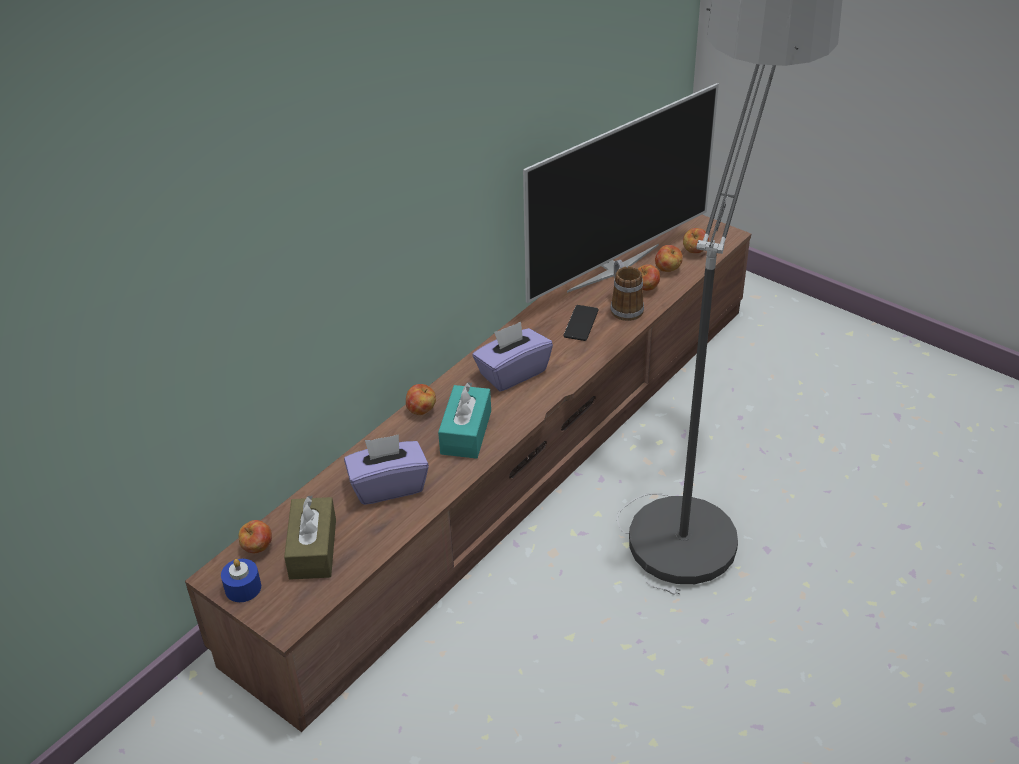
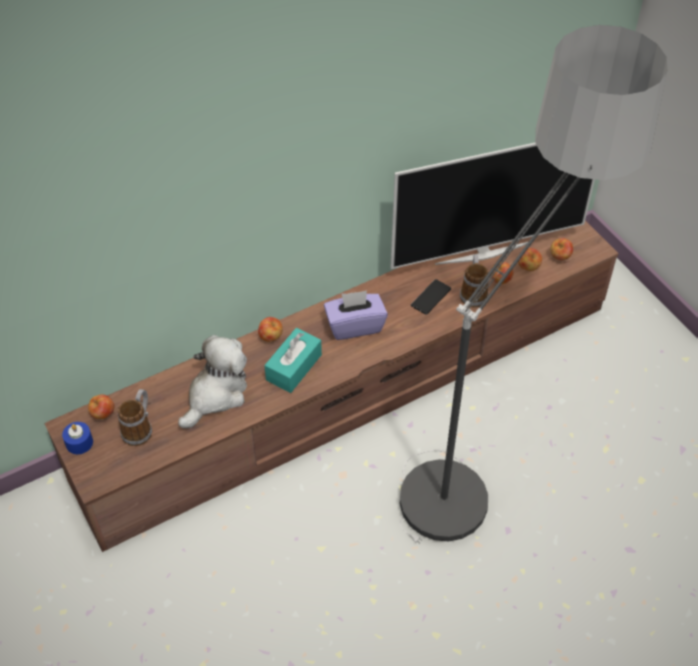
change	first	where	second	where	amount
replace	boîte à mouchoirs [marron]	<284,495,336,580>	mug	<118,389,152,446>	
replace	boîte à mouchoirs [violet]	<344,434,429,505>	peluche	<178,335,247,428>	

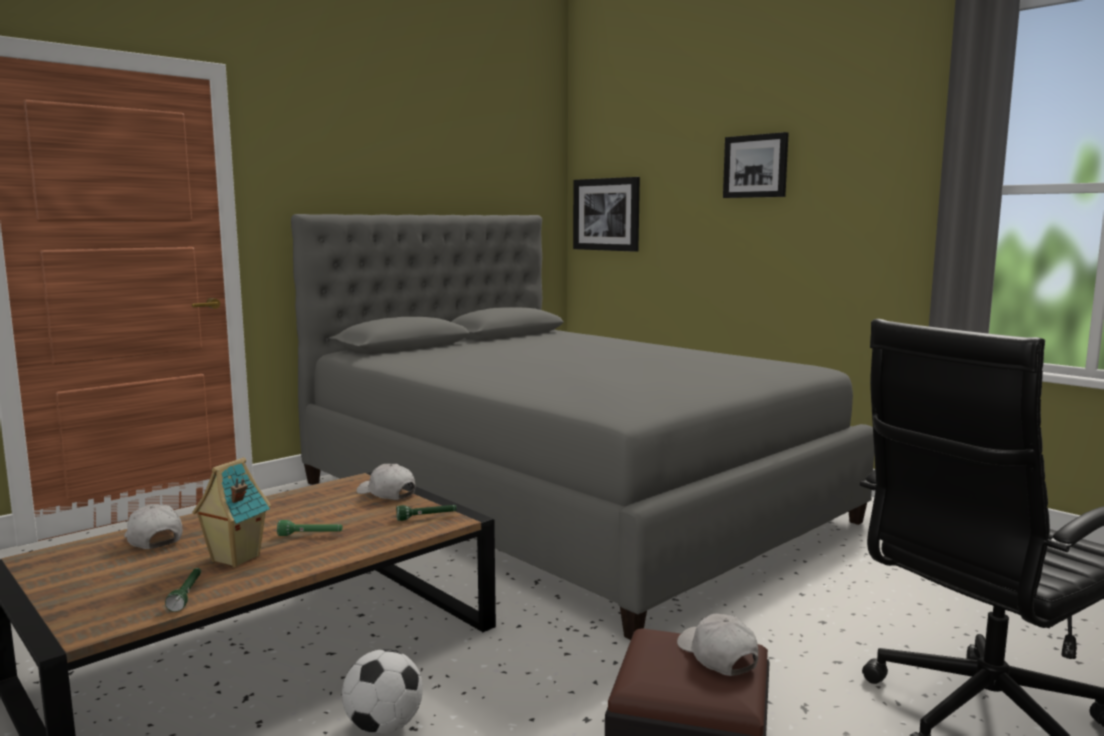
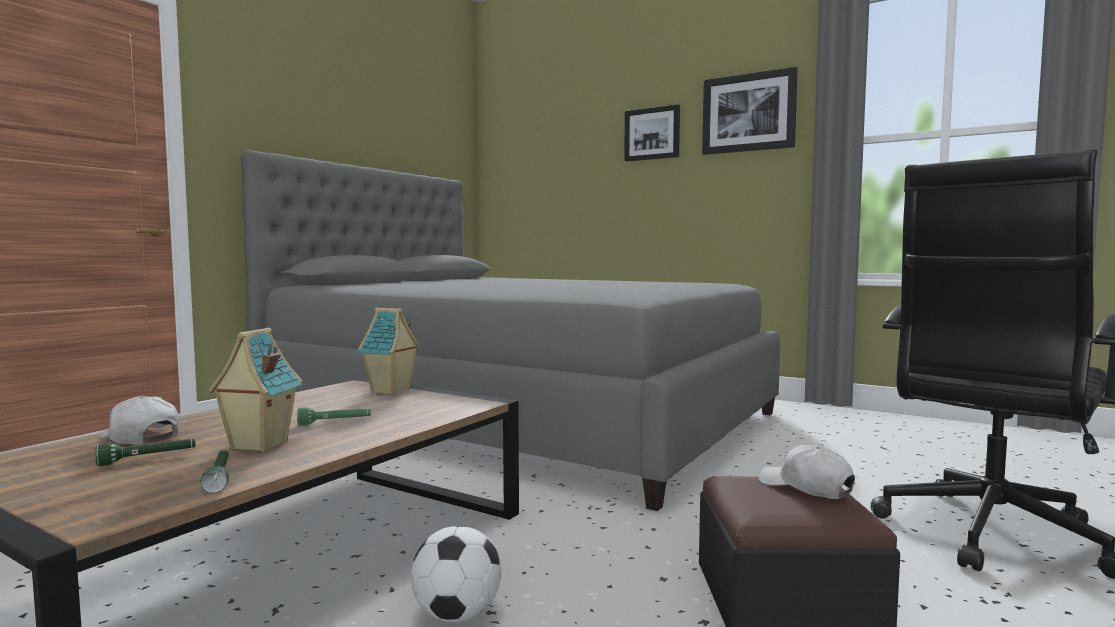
change	first	where	second	where	amount
replace	casquette [blanc]	<356,464,415,500>	maison miniature	<358,308,420,395>	
move	lampe de poche [vert]	<396,505,457,521>		<95,439,196,466>	
move	tableau	<573,177,640,252>		<702,67,798,155>	

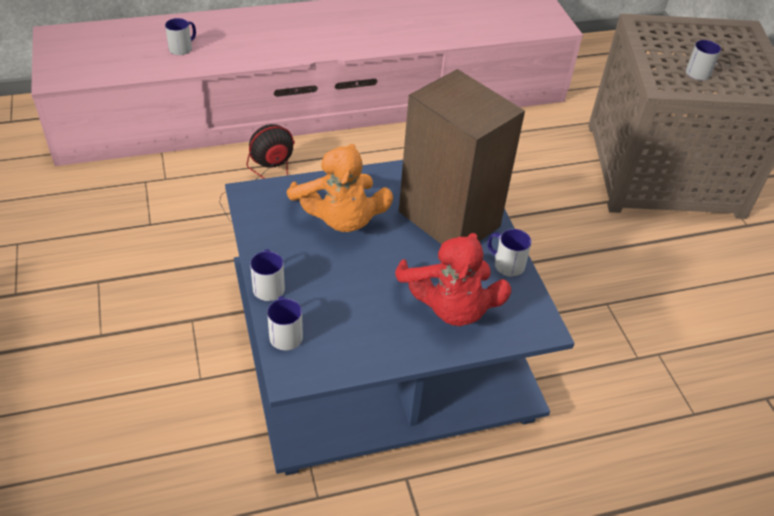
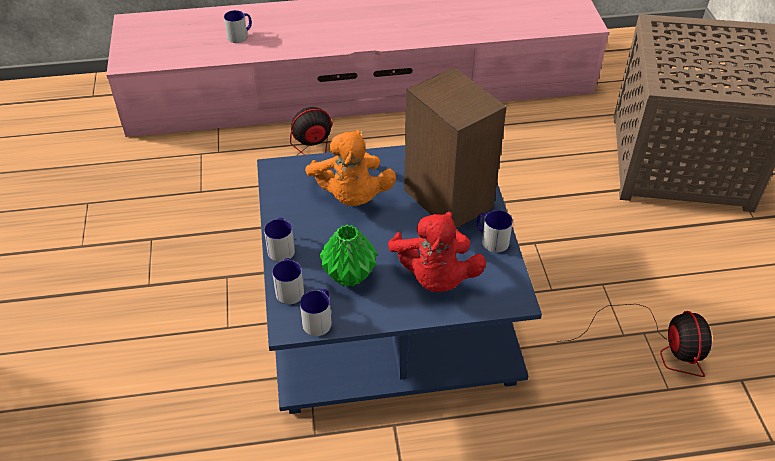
change	first	where	second	where	amount
move	mug	<686,40,721,80>		<300,289,332,336>	
insert			vase [vert]	<320,225,377,287>	
insert			ventilateur	<557,304,712,377>	

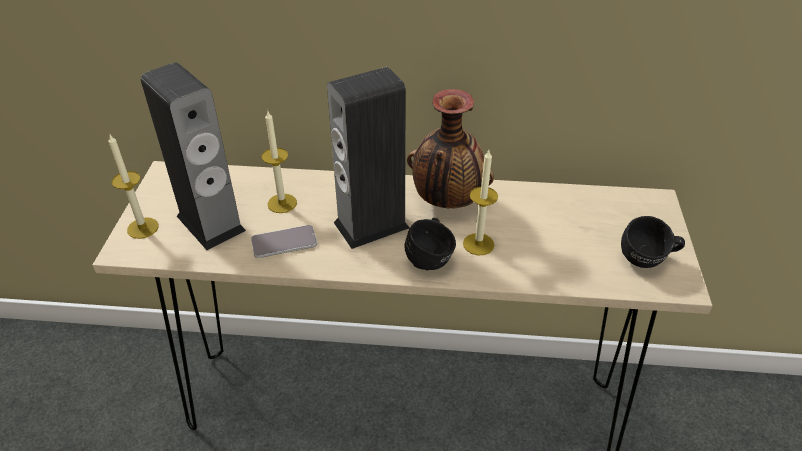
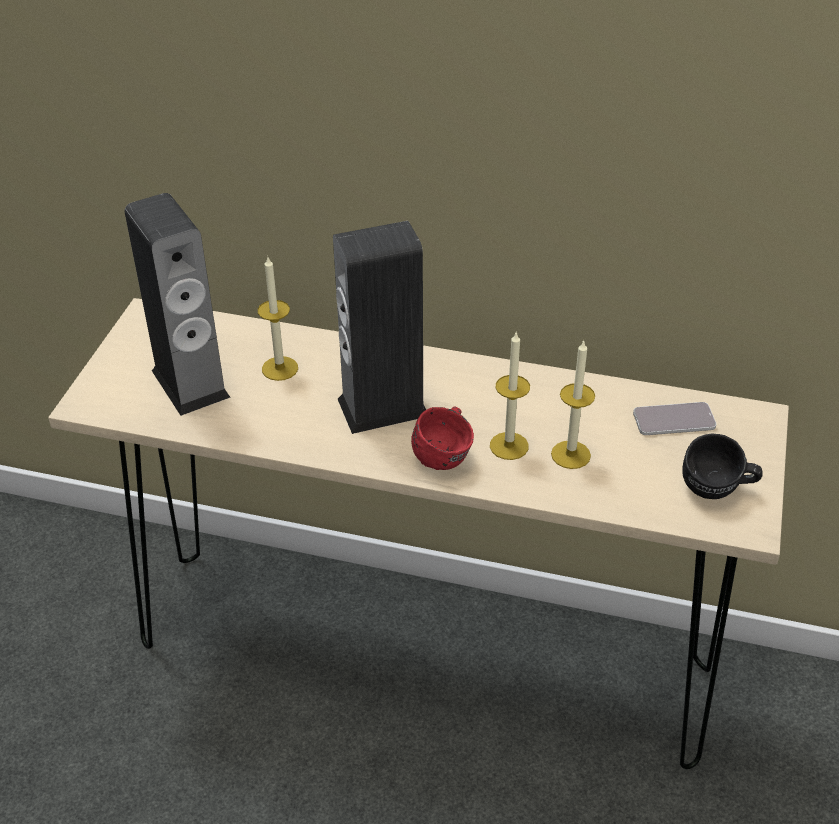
change	first	where	second	where	amount
move	bougie	<108,133,159,239>		<551,340,595,469>	
move	téléphone	<251,225,317,258>		<633,402,716,435>	
recolor	mug [noir]	<404,218,456,270>	mug [rouge]	<411,407,474,470>	
delete	vase	<407,89,494,209>			

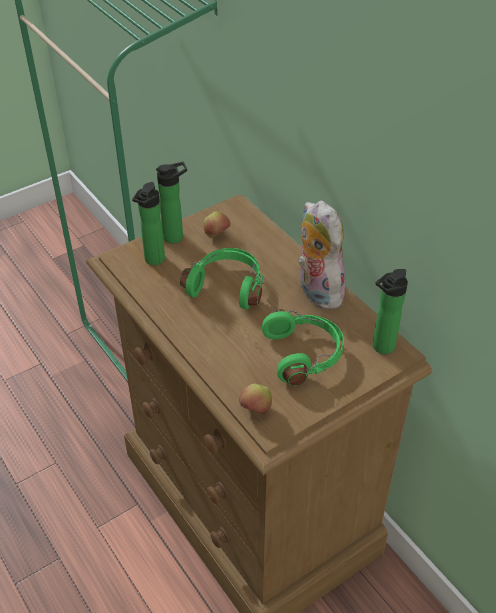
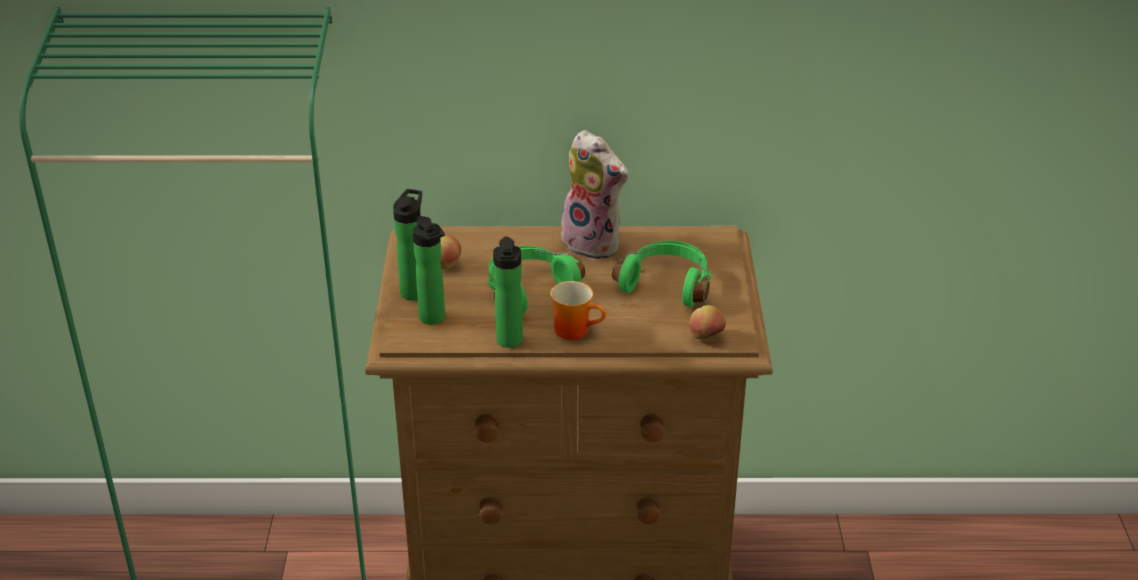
change	first	where	second	where	amount
rotate	peluche	<297,200,347,309>		<561,130,628,260>	150 degrees counterclockwise
move	bouteille	<373,269,408,354>		<493,236,523,348>	
insert			mug	<550,281,606,340>	

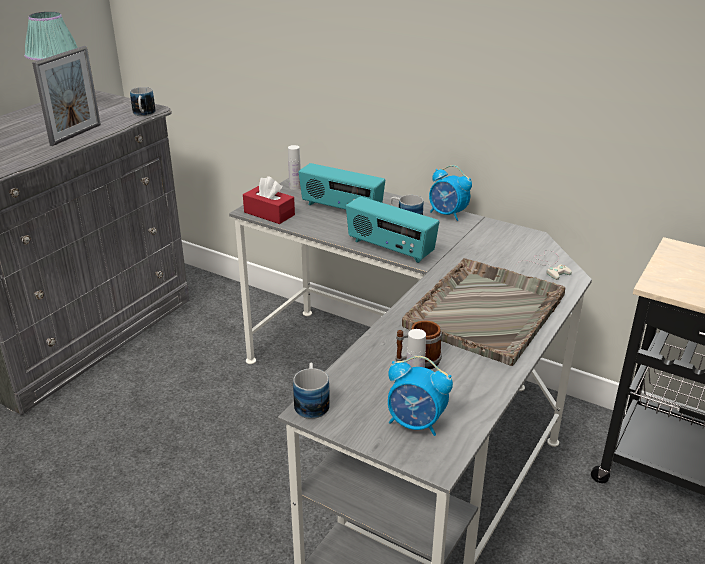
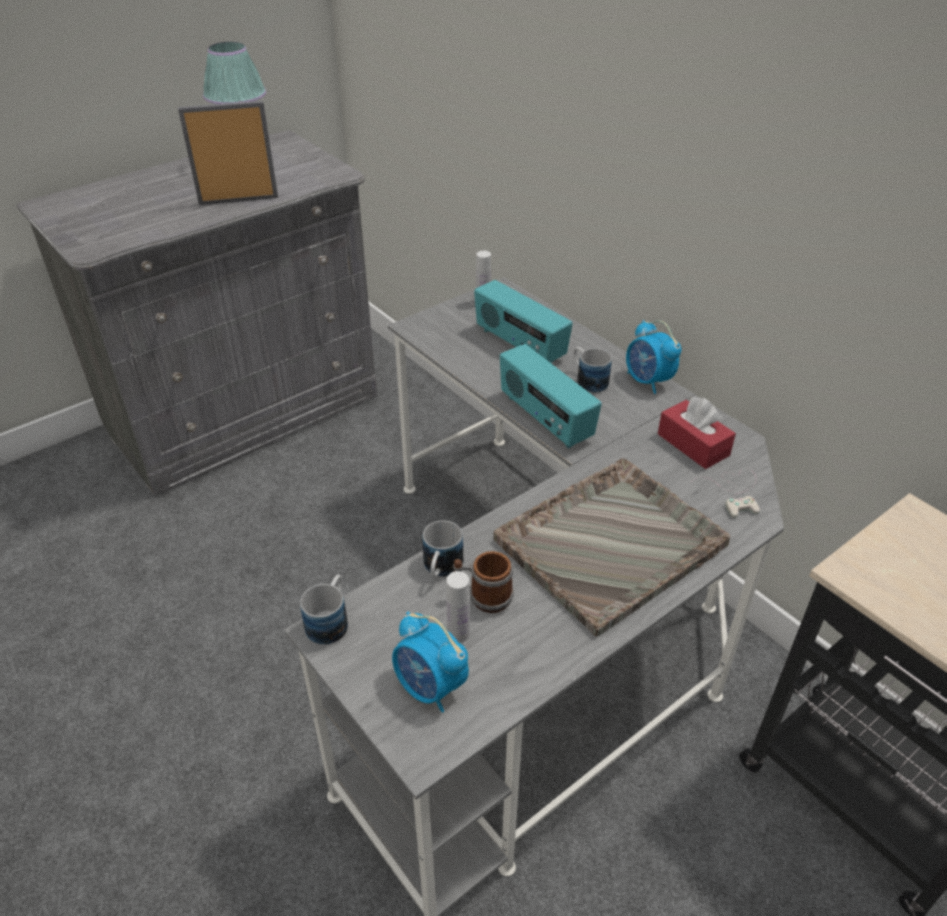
change	first	where	second	where	amount
rotate	cadre photo	<32,46,101,146>		<178,101,278,205>	150 degrees counterclockwise
move	mug	<130,87,156,116>		<423,520,463,578>	
move	boîte à mouchoirs [rouge]	<243,176,295,224>		<658,397,736,469>	

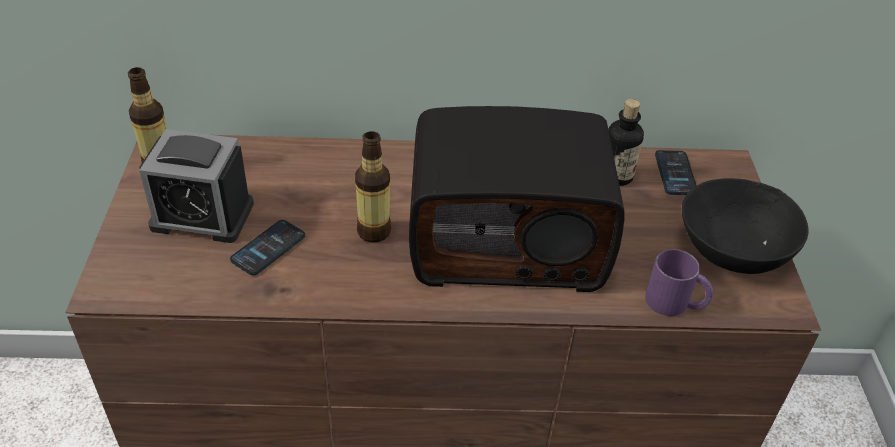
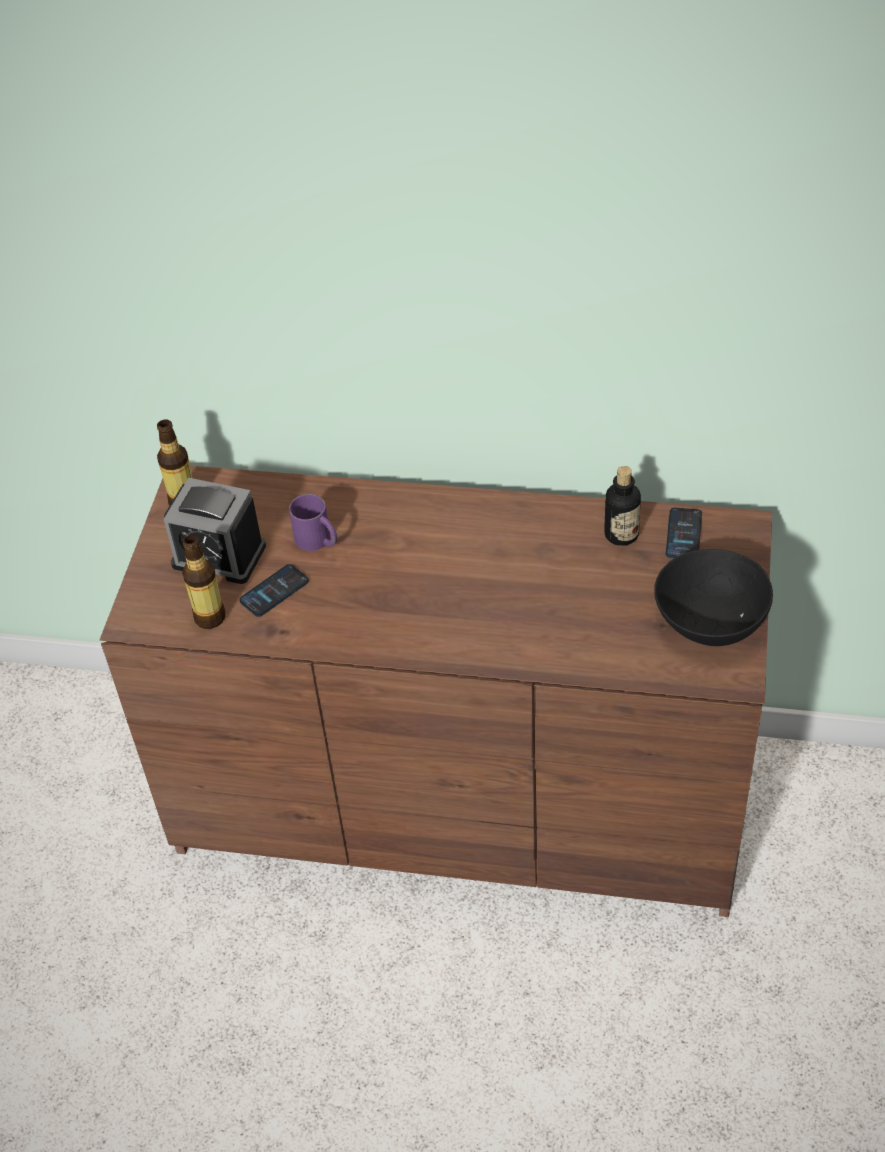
change	first	where	second	where	amount
move	bouteille	<355,131,391,243>		<182,535,225,629>	
delete	radio	<409,106,625,292>			
move	mug [violet]	<645,249,713,316>		<289,494,337,551>	

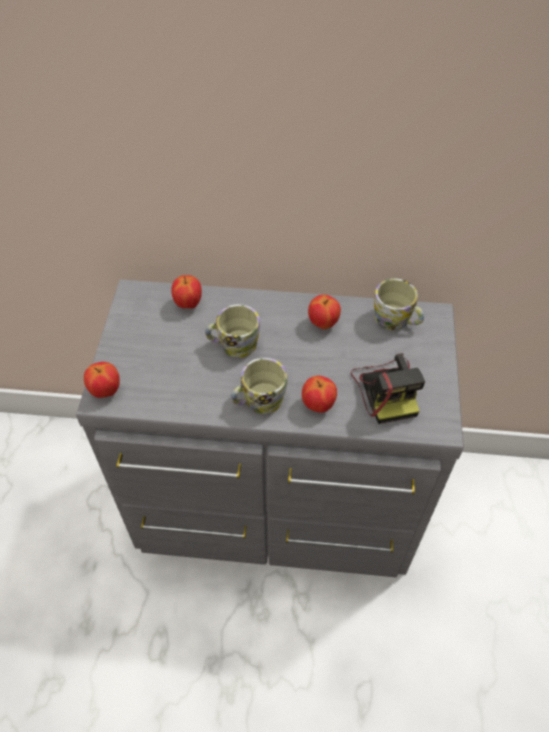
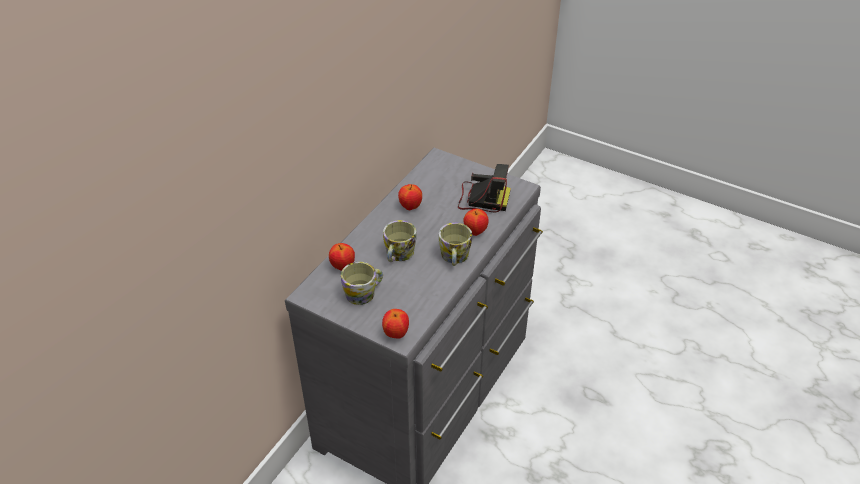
change	first	where	second	where	amount
move	mug	<374,278,424,330>		<341,262,383,305>	

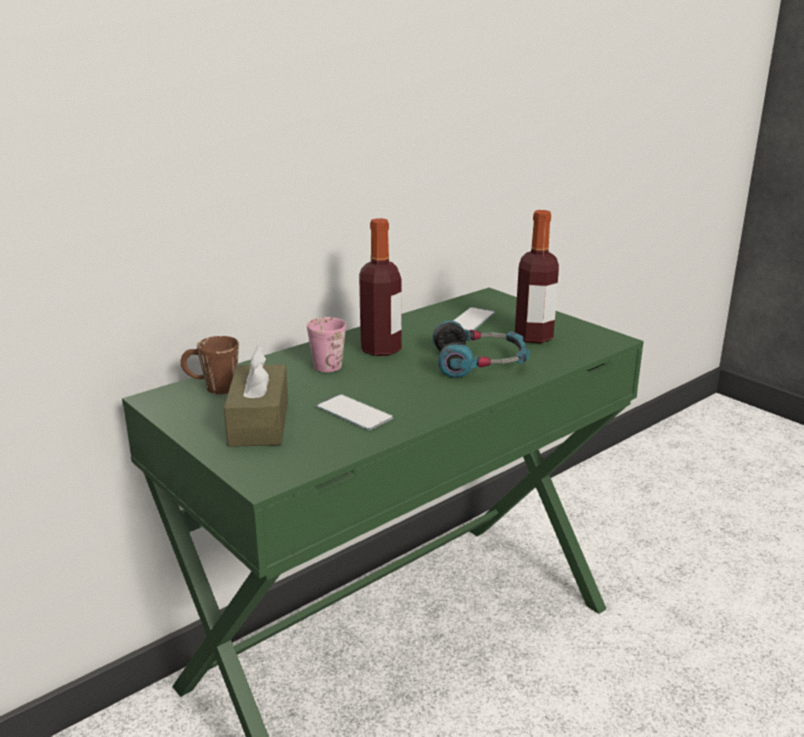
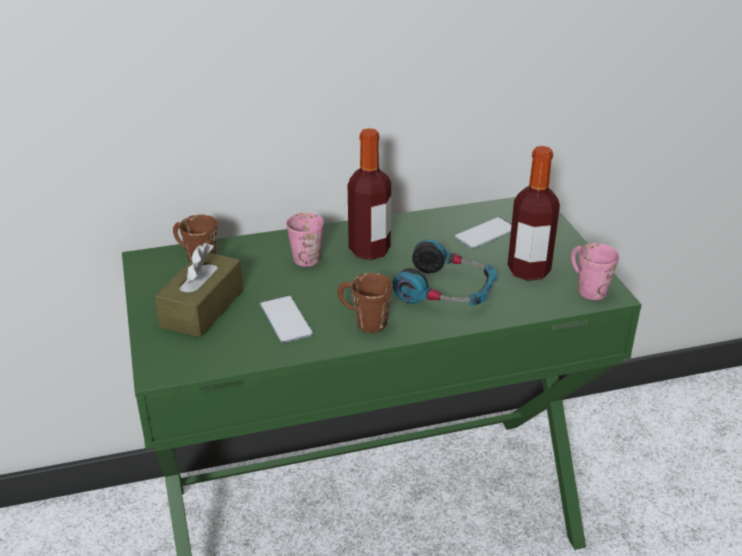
change	first	where	second	where	amount
insert			mug [marron]	<337,273,393,333>	
insert			mug [rose]	<571,243,619,300>	

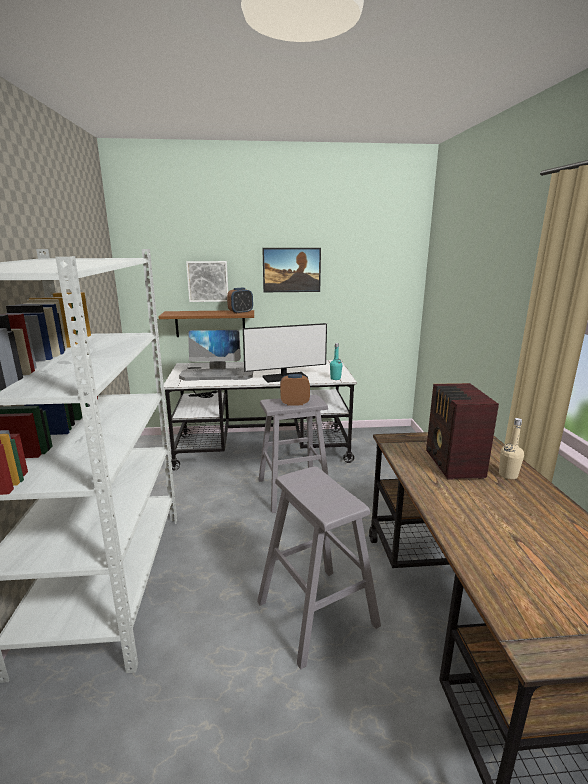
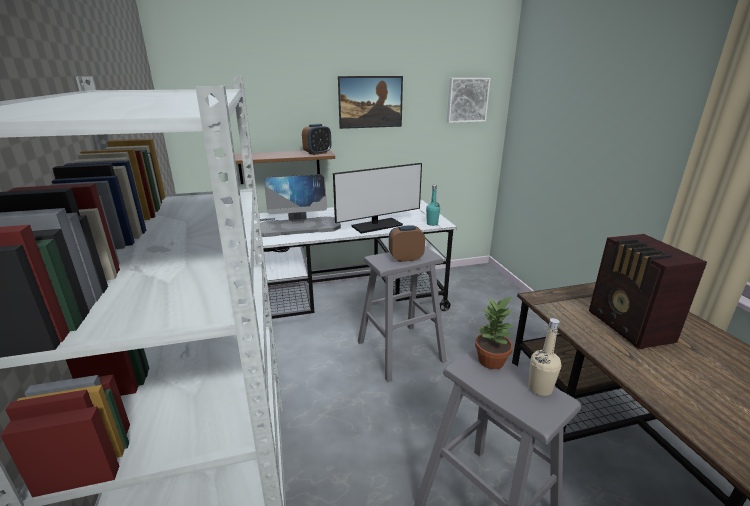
change	first	where	second	where	amount
move	tableau	<186,261,228,302>		<447,78,491,123>	
move	bouteille [beige]	<499,418,524,479>		<528,318,561,396>	
insert			plante en pot	<475,297,513,369>	

